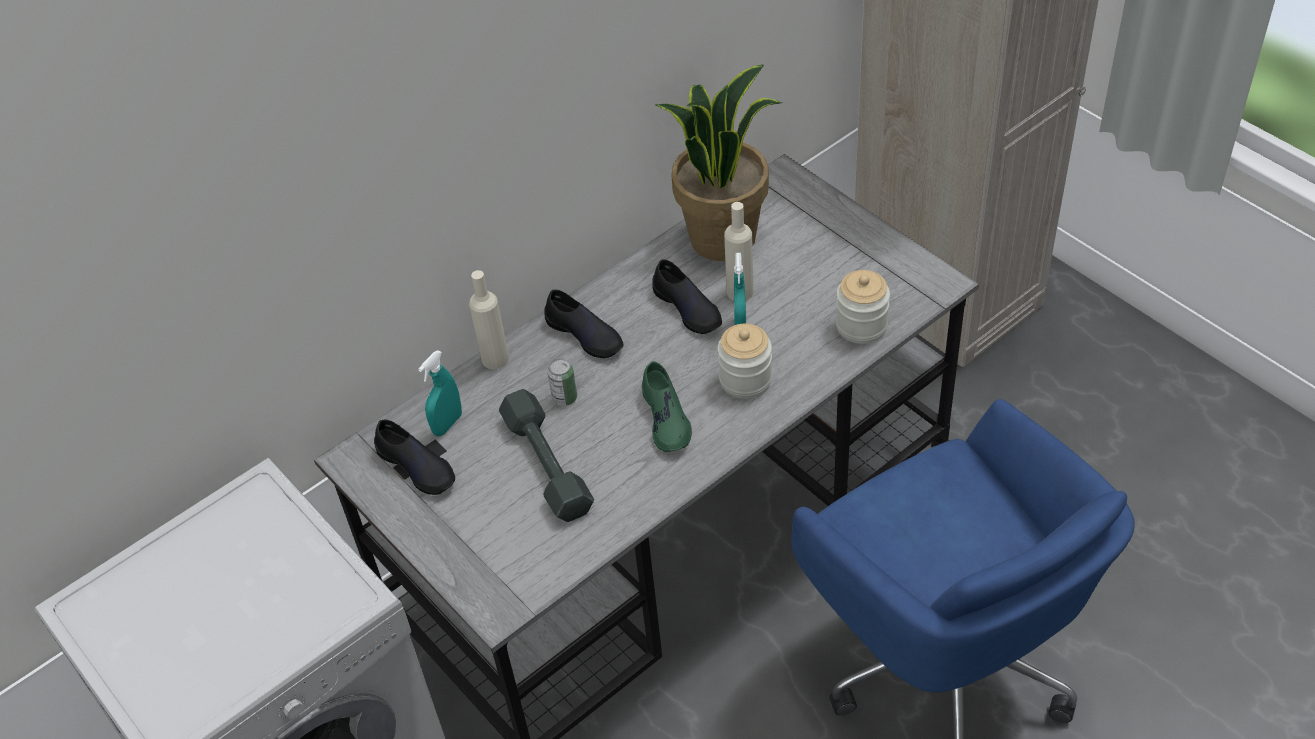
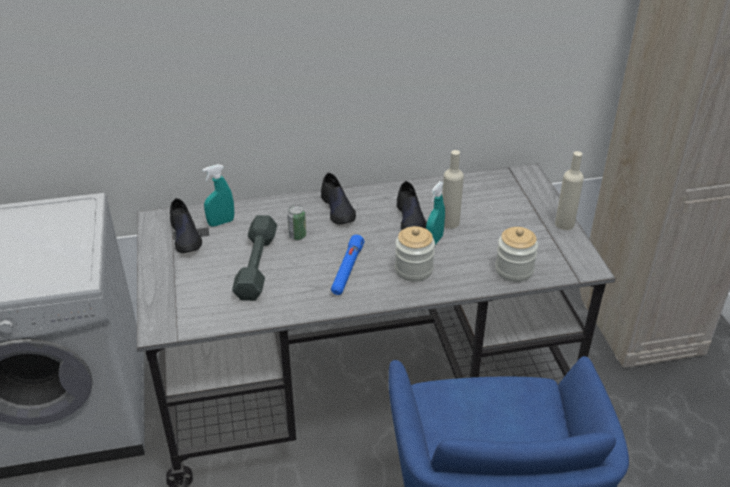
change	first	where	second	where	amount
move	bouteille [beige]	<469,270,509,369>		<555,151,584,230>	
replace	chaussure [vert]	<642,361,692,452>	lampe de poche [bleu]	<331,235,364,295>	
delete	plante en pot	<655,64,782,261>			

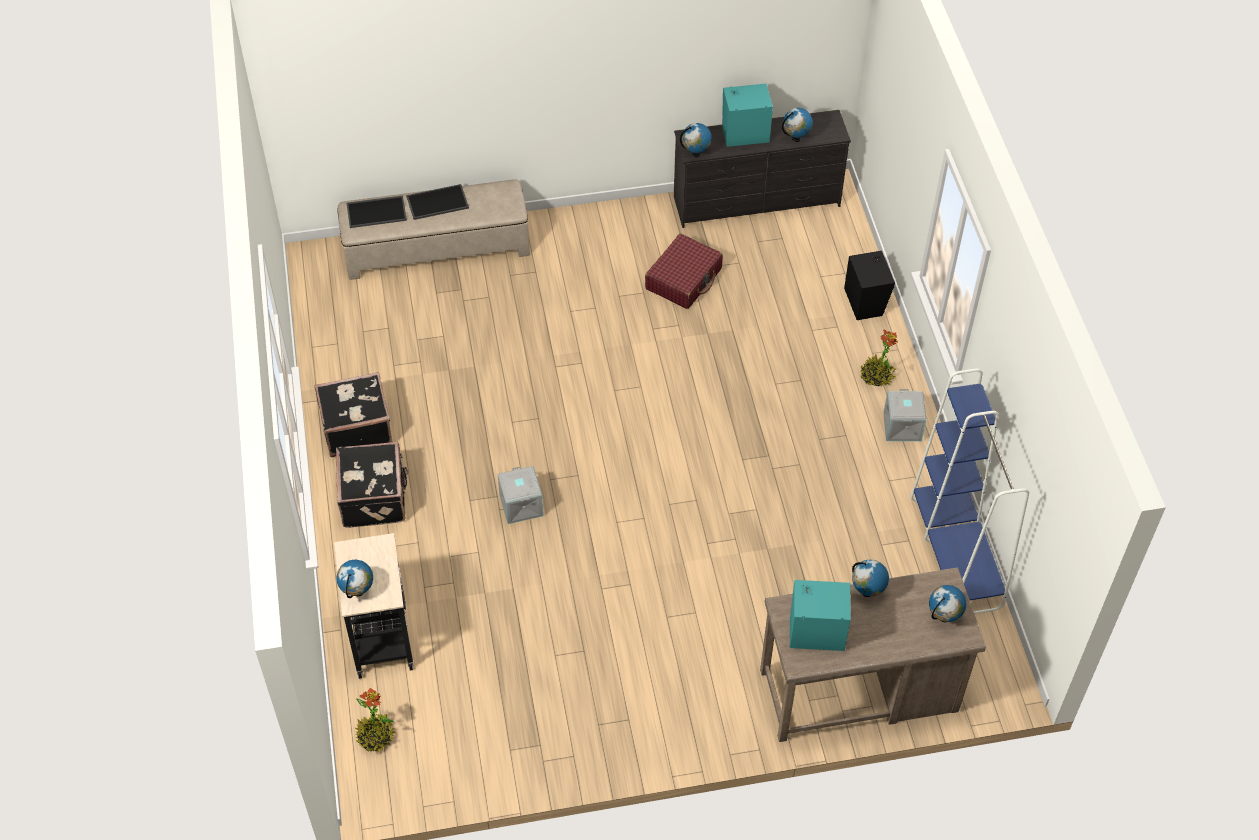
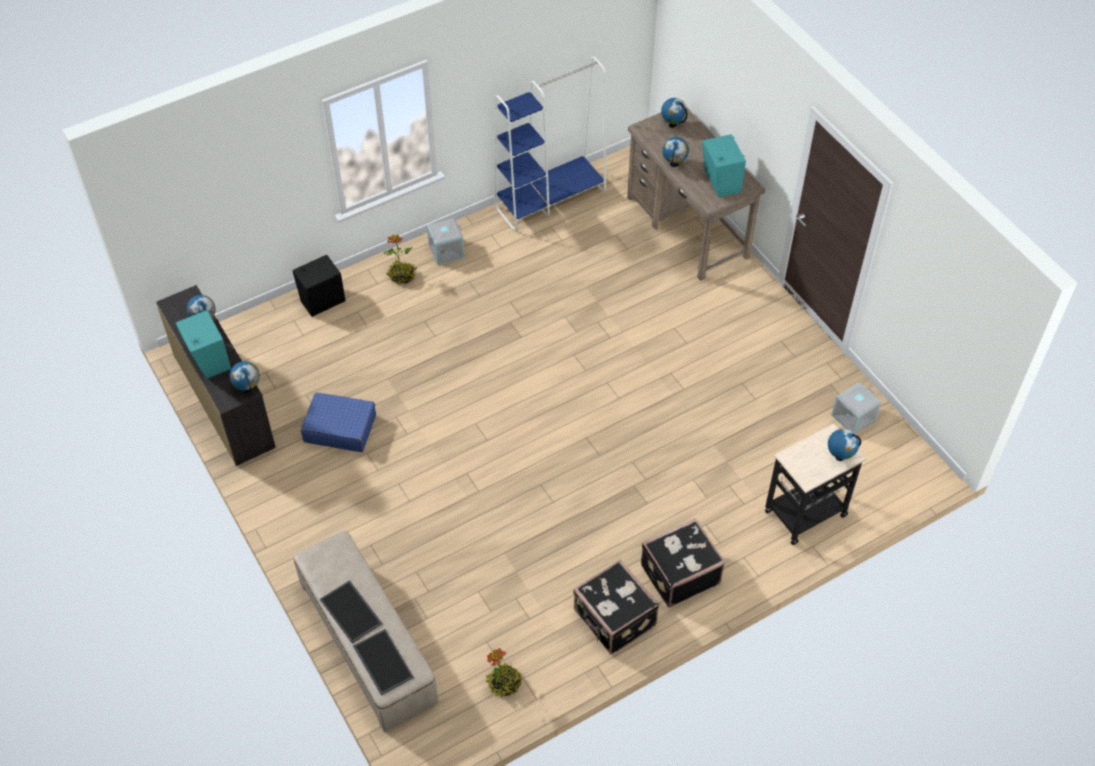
change	first	where	second	where	amount
move	plante en pot	<355,688,395,752>		<485,648,522,698>	
move	boîte de rangement [gris]	<498,466,544,524>		<832,382,881,434>	
recolor	valise [rouge]	<645,234,723,309>	valise [bleu]	<301,393,376,452>	

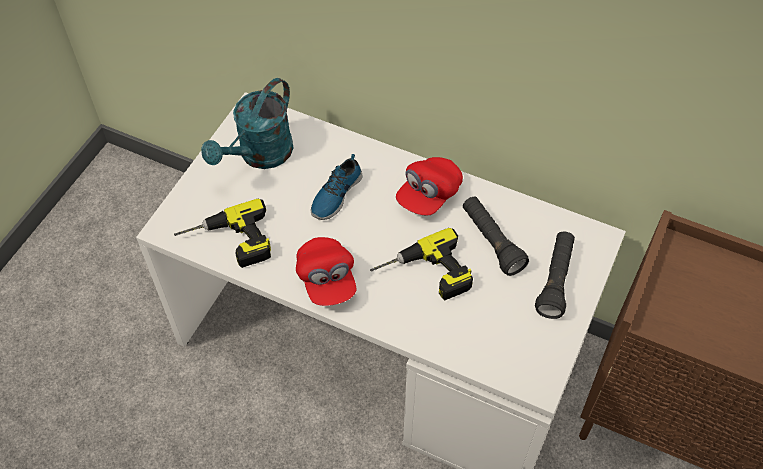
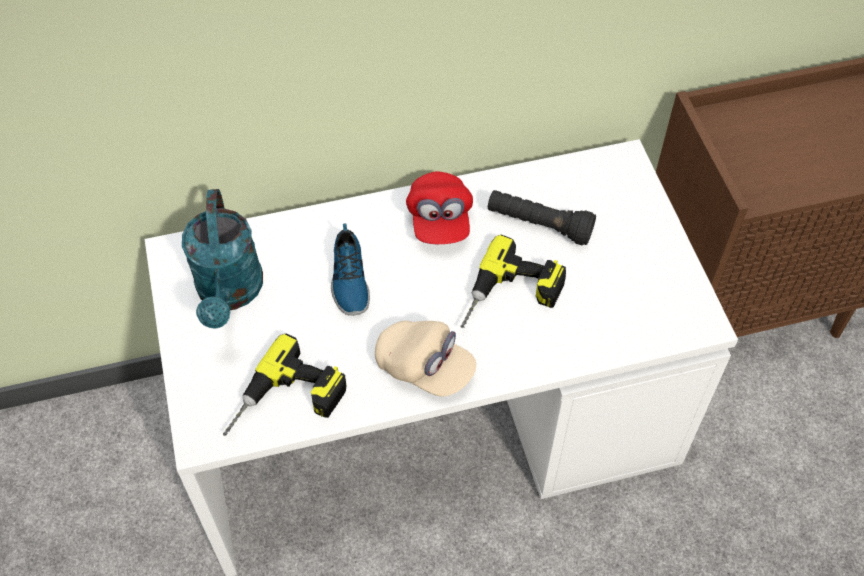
change	first	where	second	where	amount
recolor	casquette [rouge]	<296,237,356,306>	casquette [beige]	<375,321,476,397>	
delete	lampe de poche [noir]	<535,232,575,319>			

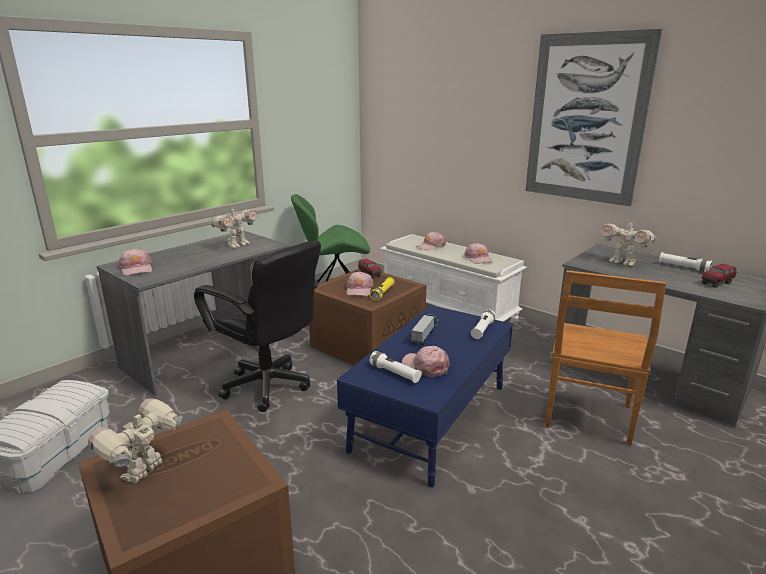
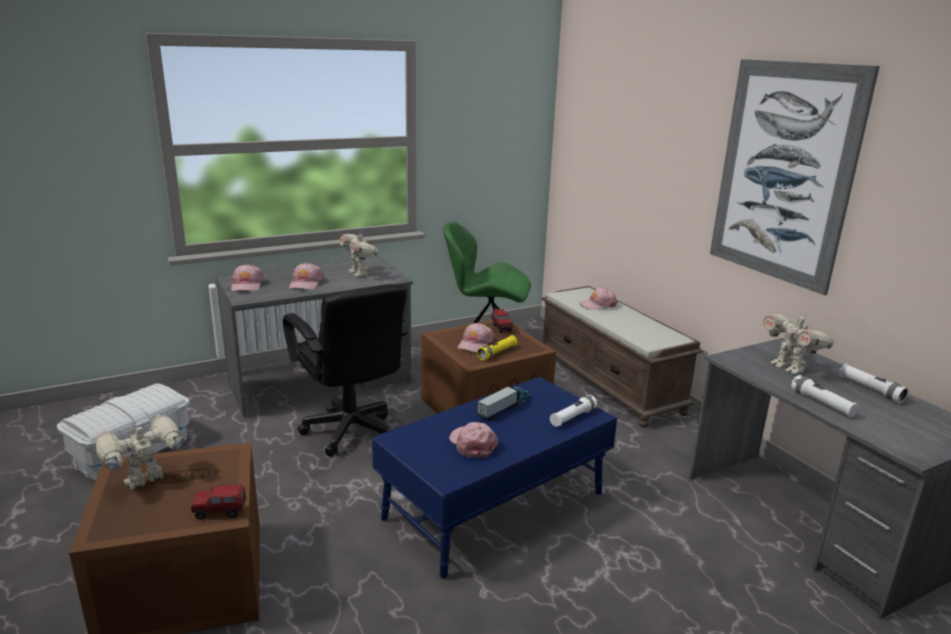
change	first	where	second	where	amount
rotate	robot jouet	<210,207,258,248>		<340,233,380,277>	90 degrees clockwise
move	lampe de poche [blanc]	<370,351,422,383>		<791,375,860,417>	
recolor	banc [blanc]	<380,234,527,322>	banc [marron]	<541,286,703,428>	
move	casquette [rose]	<465,243,492,264>		<289,263,324,290>	
delete	chaise [marron]	<545,270,666,446>			
move	camion jouet	<702,264,737,288>		<191,485,246,520>	

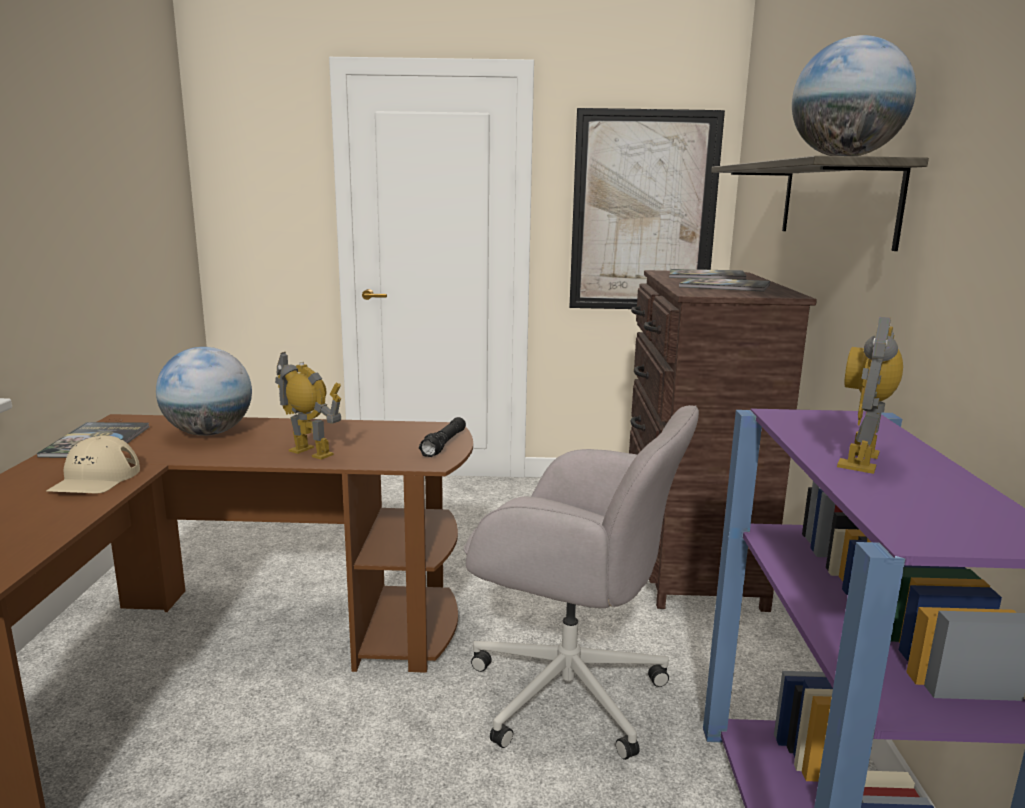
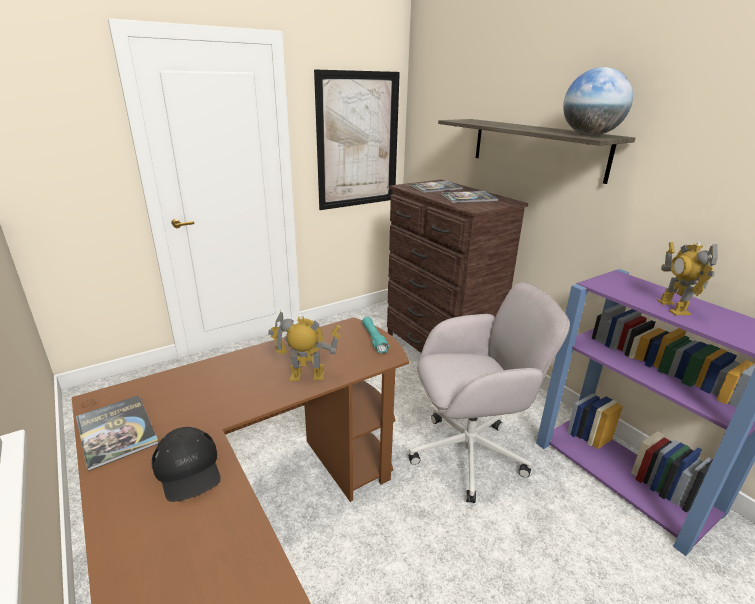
change	first	where	second	where	amount
recolor	casquette [beige]	<46,436,140,493>	casquette [noir]	<152,427,221,502>	
delete	globe	<156,347,252,436>			
recolor	lampe de poche [noir]	<419,417,466,457>	lampe de poche [turquoise]	<362,317,389,353>	

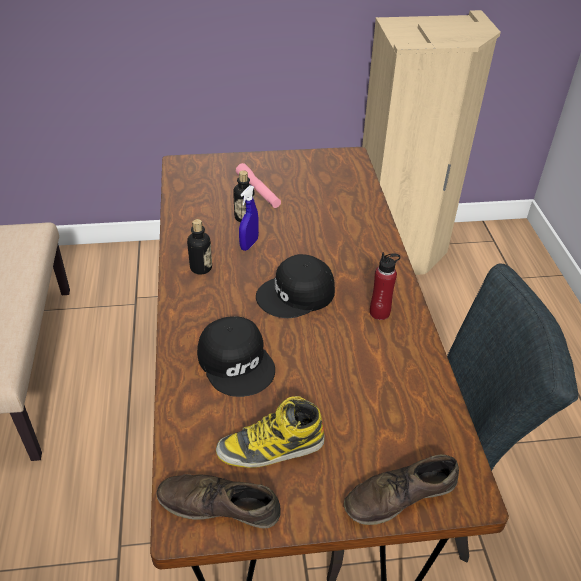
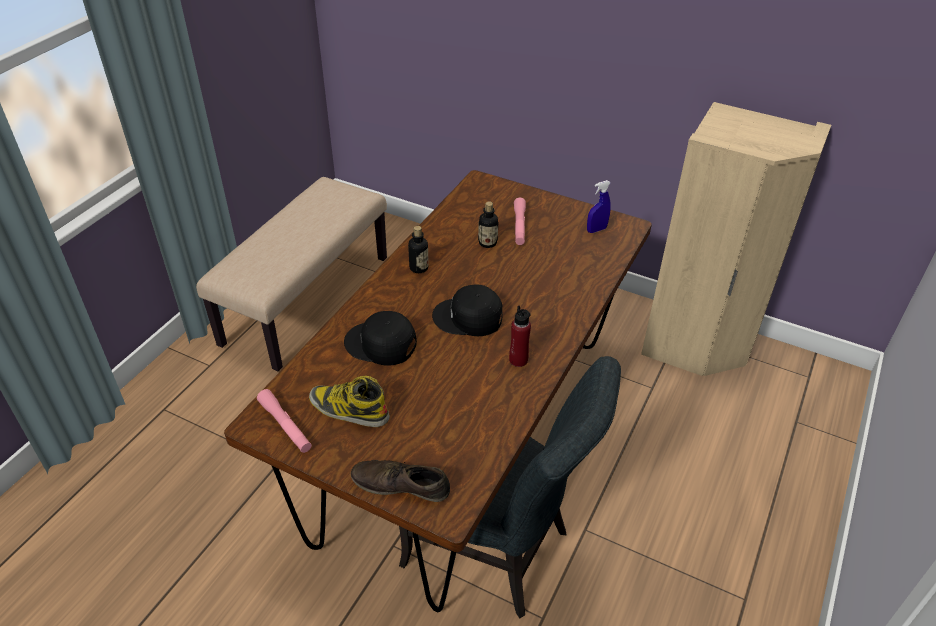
change	first	where	second	where	amount
replace	chaussure [marron]	<157,474,281,528>	lampe de poche [rose]	<257,389,312,453>	
rotate	casquette [noir]	<197,316,275,397>		<344,311,417,366>	105 degrees clockwise
move	vaporisateur [bleu]	<239,185,259,251>		<587,180,611,233>	

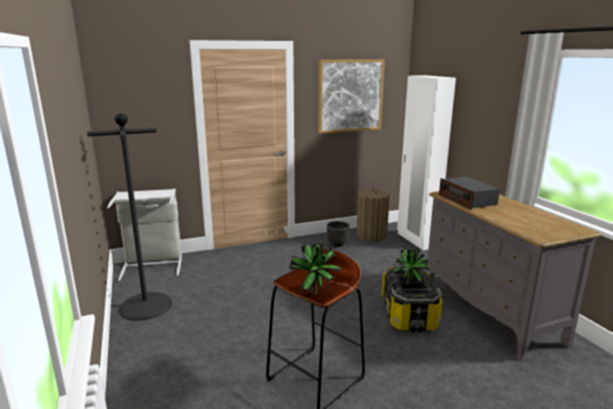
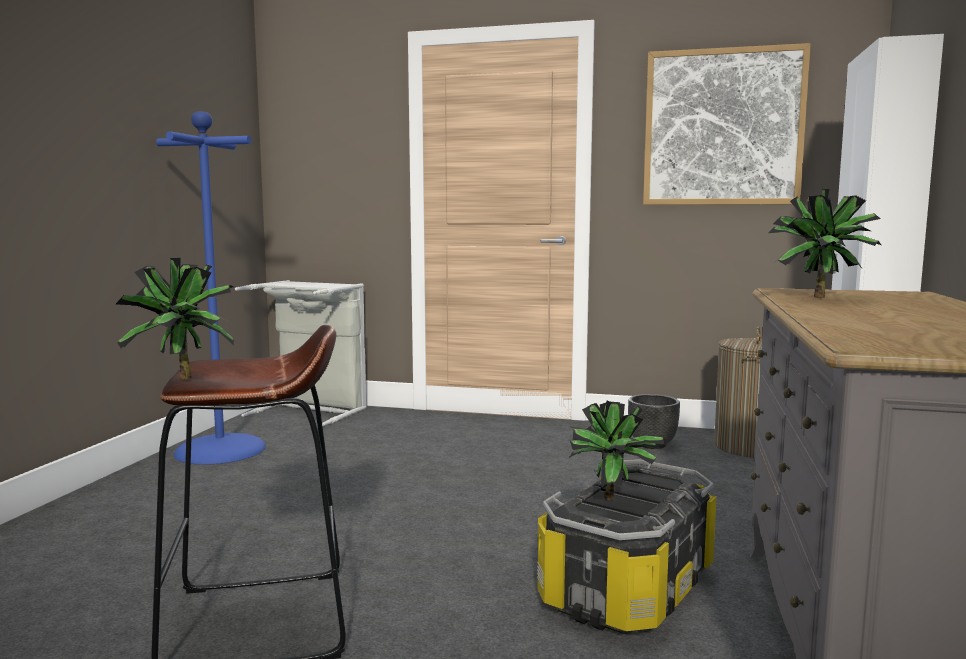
change	first	where	second	where	amount
recolor	portant [noir]	<87,114,172,321>	portant [bleu]	<156,111,266,465>	
replace	radio	<439,177,500,210>	plante en pot	<769,189,881,298>	

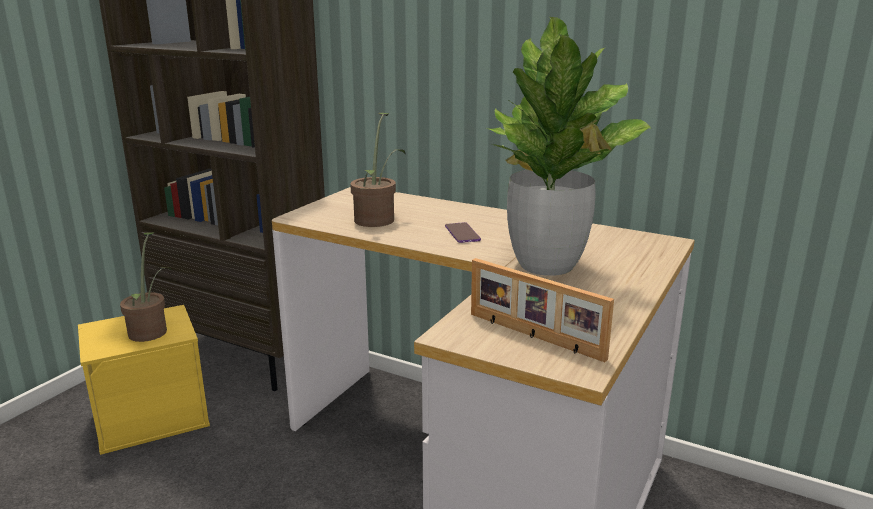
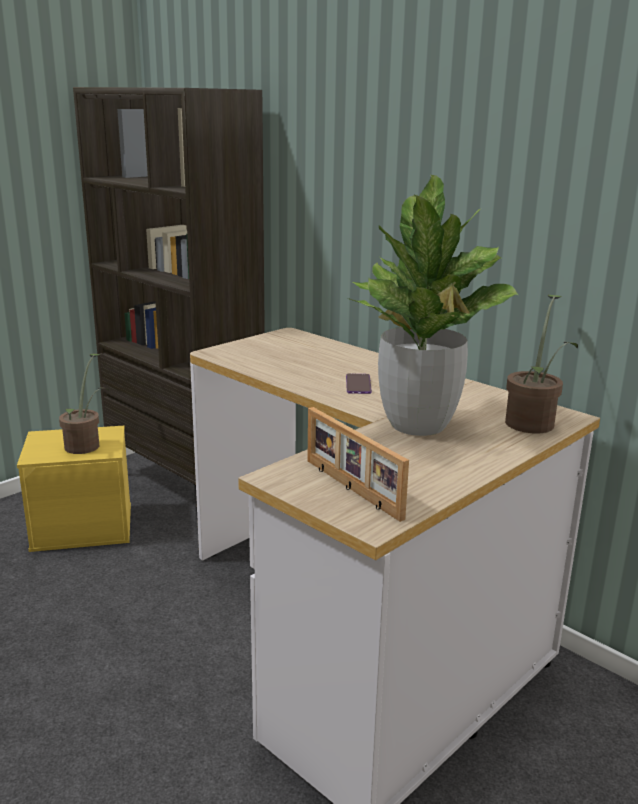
change	first	where	second	where	amount
move	plante en pot	<350,113,406,227>		<505,295,578,433>	

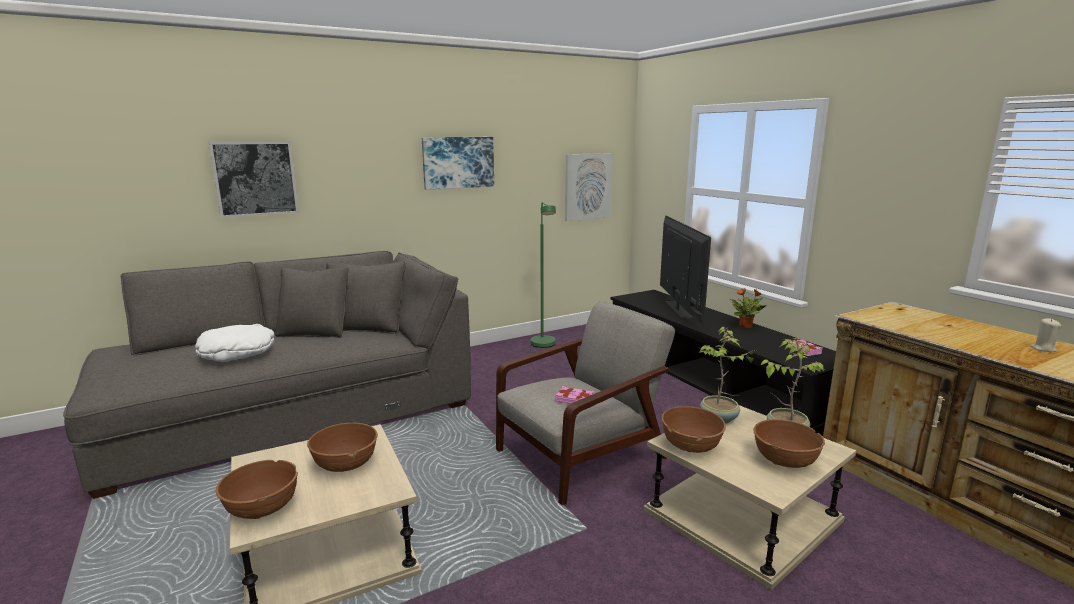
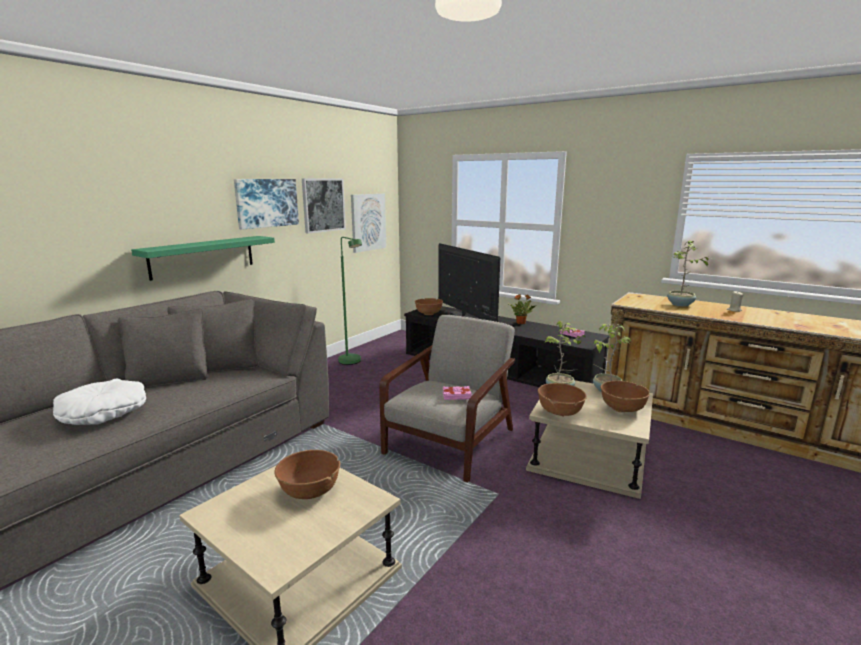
change	first	where	second	where	amount
move	tableau	<209,141,299,218>		<302,179,346,233>	
move	bol [marron]	<216,460,298,519>		<415,298,443,315>	
insert			étagère [vert]	<131,236,275,281>	
insert			plante en pot	<667,240,710,307>	

